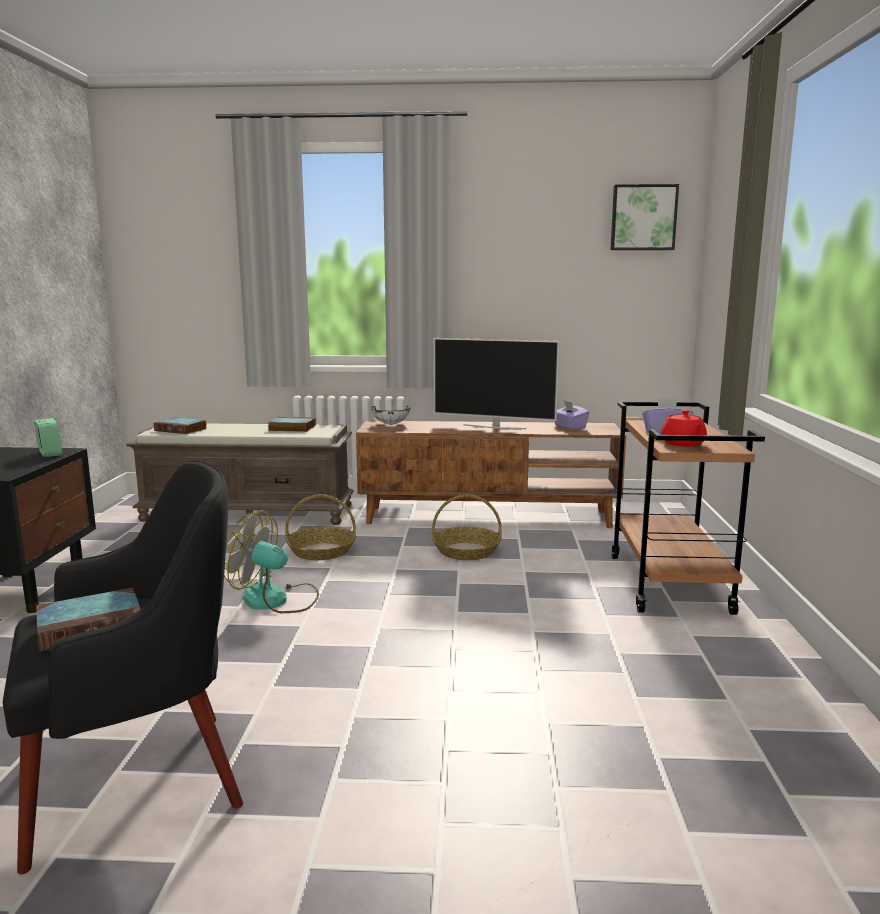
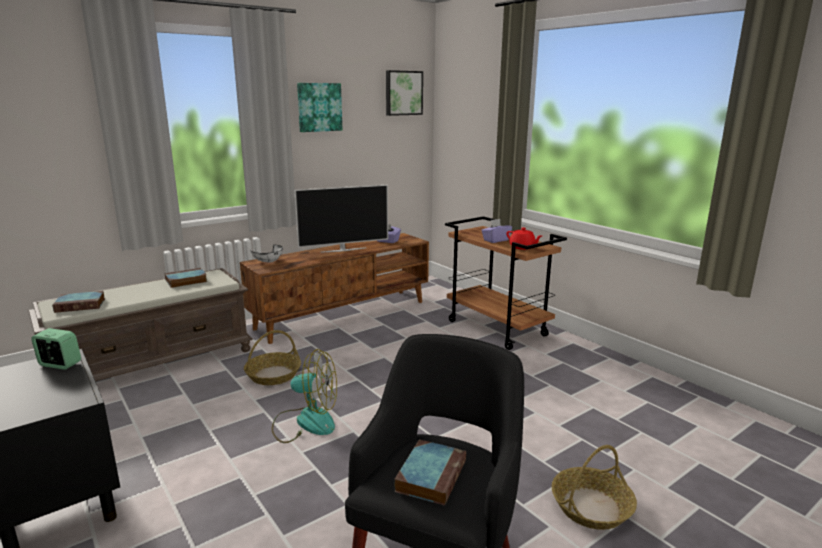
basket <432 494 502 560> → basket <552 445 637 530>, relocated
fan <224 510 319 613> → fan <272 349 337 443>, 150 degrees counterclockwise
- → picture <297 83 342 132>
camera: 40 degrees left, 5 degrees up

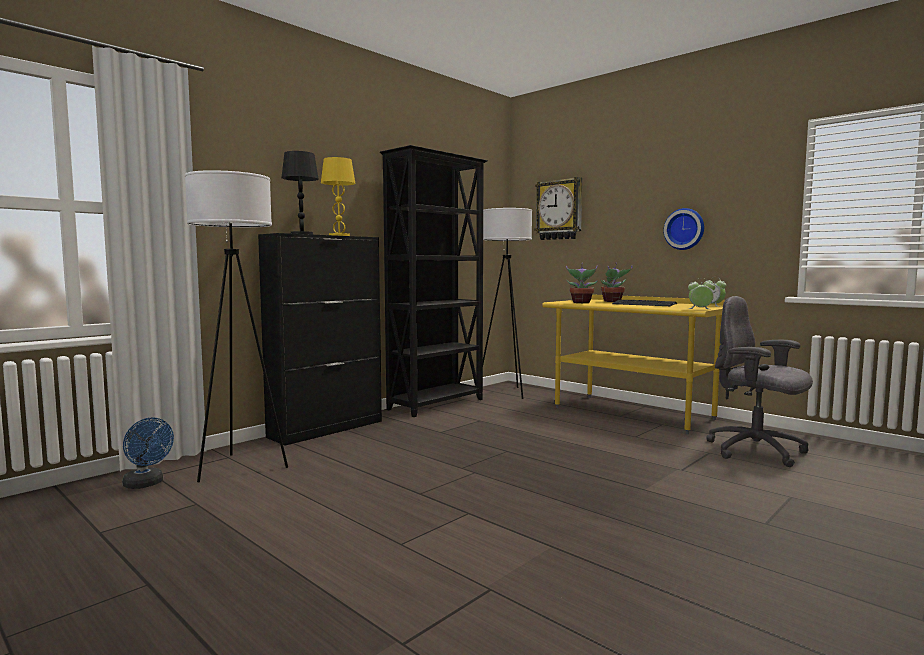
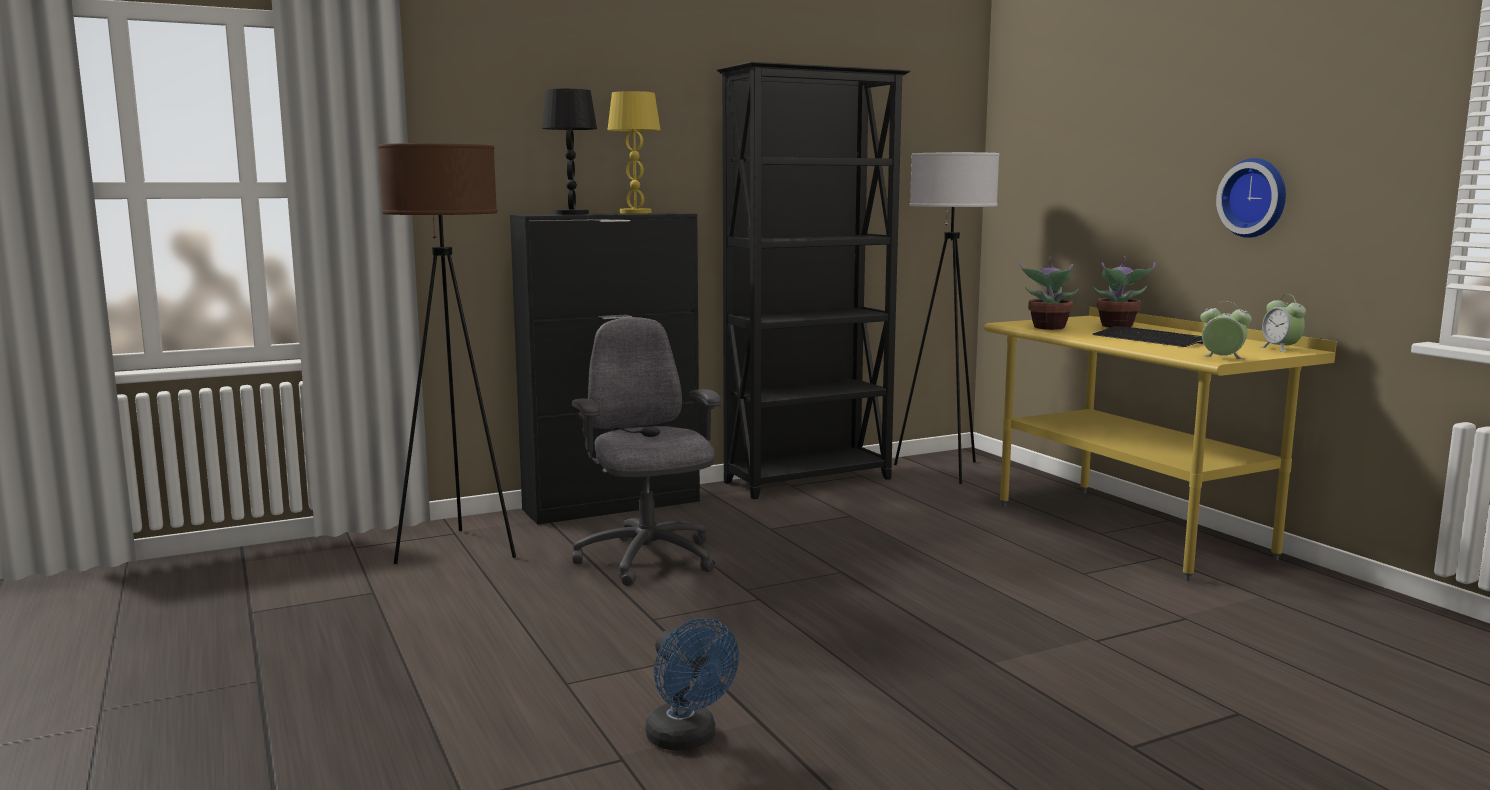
white floor lamp <185 170 288 482> → brown floor lamp <378 143 516 564>
wall clock <535 177 582 240> → -
grey office chair <706 296 813 467> → grey office chair <572 317 721 586>, relocated
blue fan <122 417 174 489> → blue fan <646 618 739 750>, relocated
camera: 20 degrees right, 5 degrees up

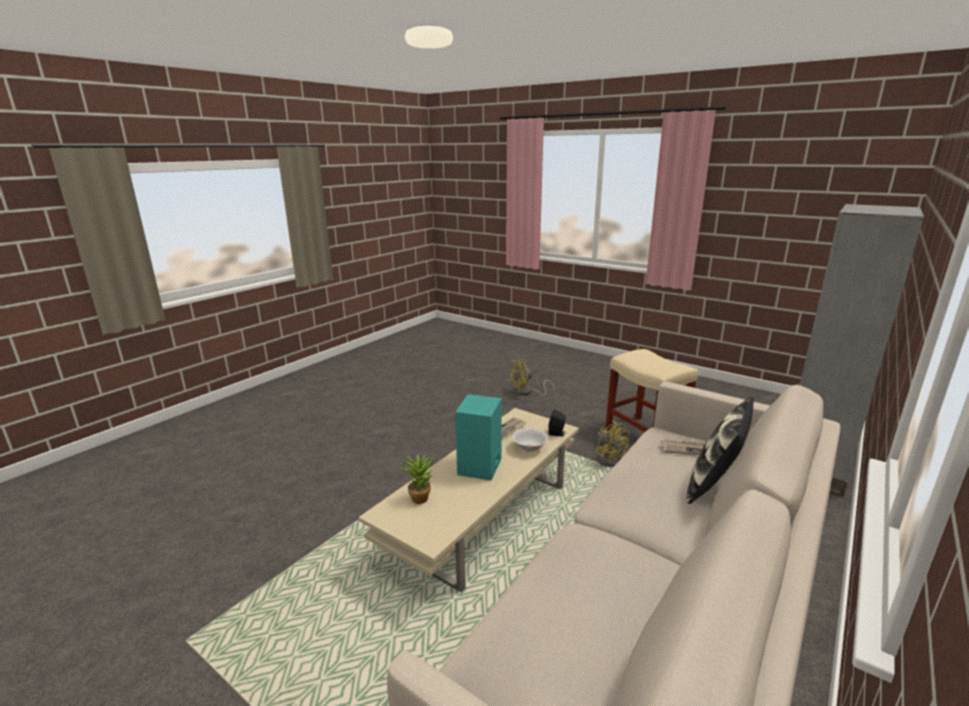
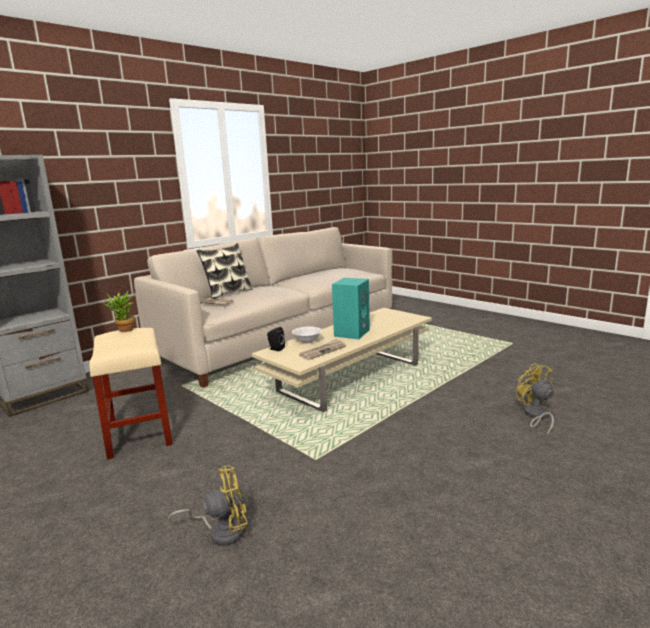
yellow fan <596 421 630 467> → yellow fan <516 363 554 435>, relocated
potted plant <400 455 434 504> → potted plant <102 291 135 332>, relocated
camera: 170 degrees left, 5 degrees down

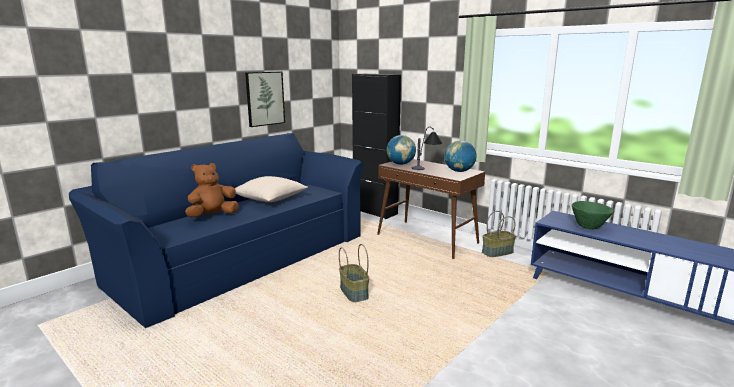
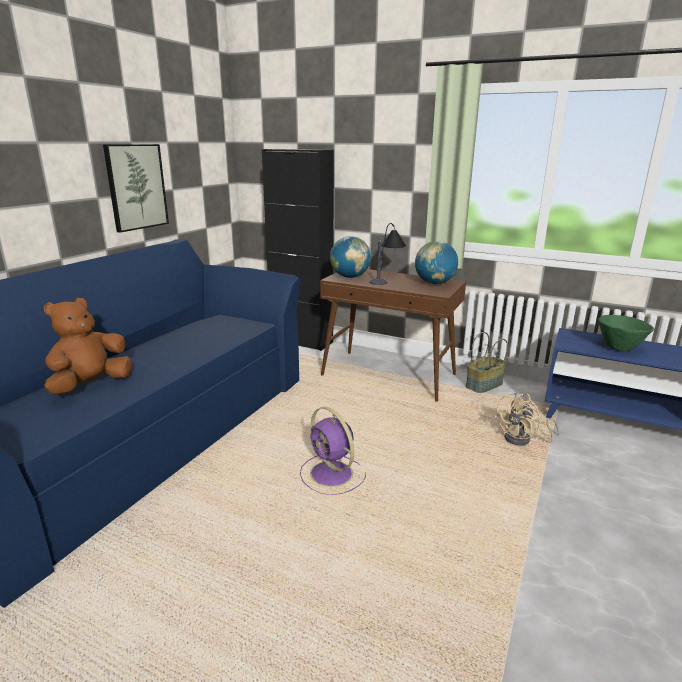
beige pillow <235 176 308 202> → -
basket <339 244 369 302> → purple fan <300 407 366 495>
- → beige fan <494 393 559 446>
camera: 15 degrees left, 5 degrees up

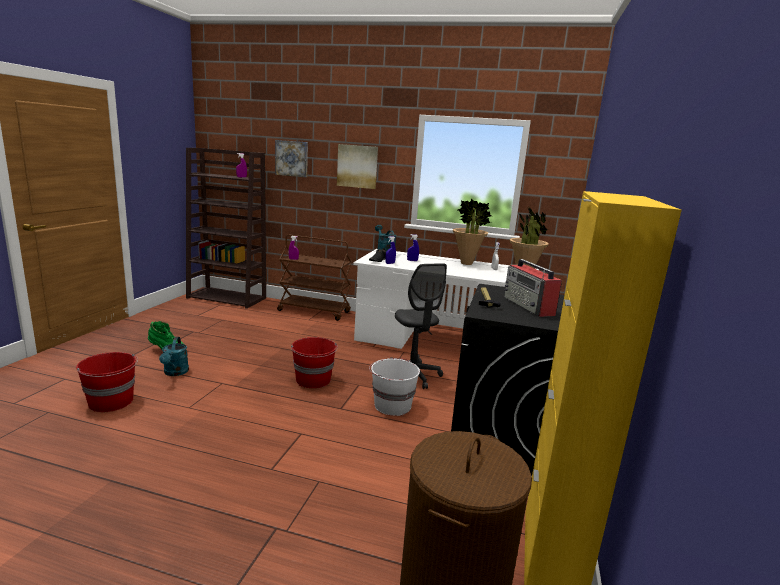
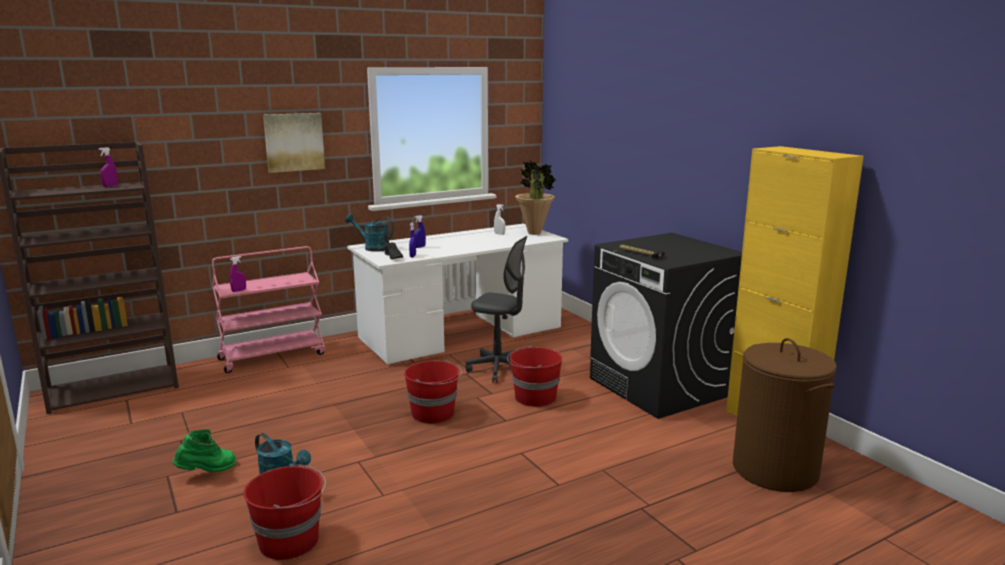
picture <275 140 308 177> → -
potted plant <453 199 491 265> → -
brown cart <277 235 352 321> → pink cart <212 246 325 373>
radio <504 259 562 317> → -
white bucket <369 358 420 416> → red bucket <507 346 562 407>
camera: 45 degrees left, 0 degrees up

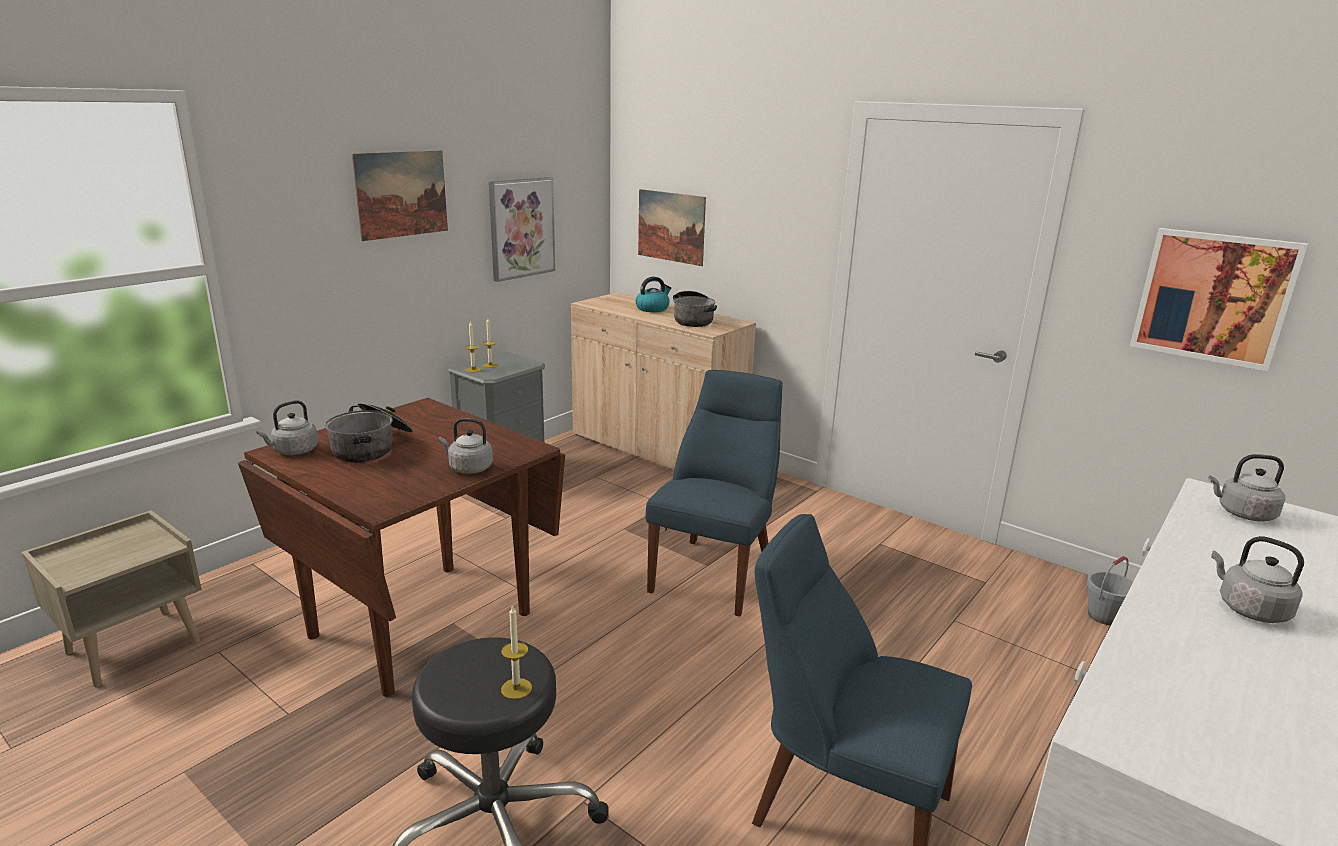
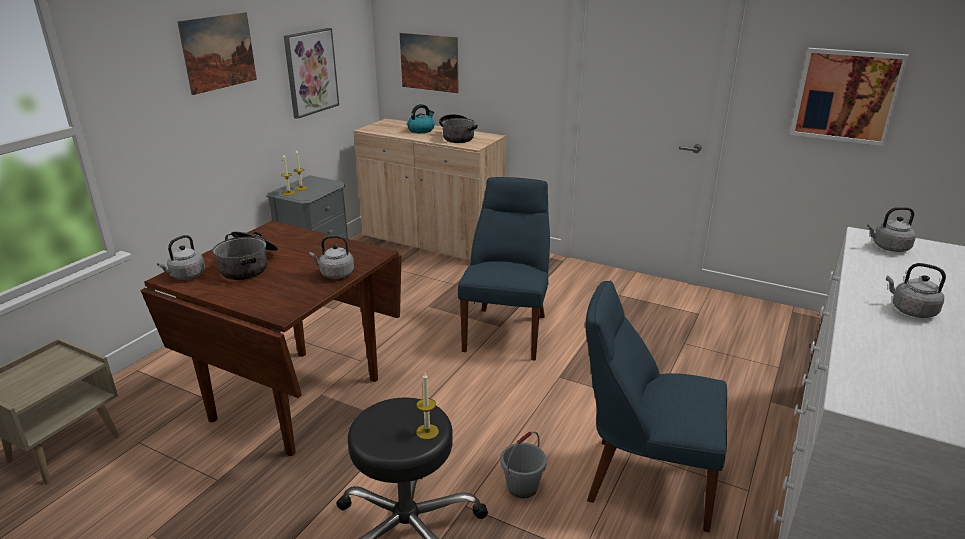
grey bucket <1087 556 1133 625> → grey bucket <501 431 547 498>, relocated
camera: 10 degrees left, 5 degrees up

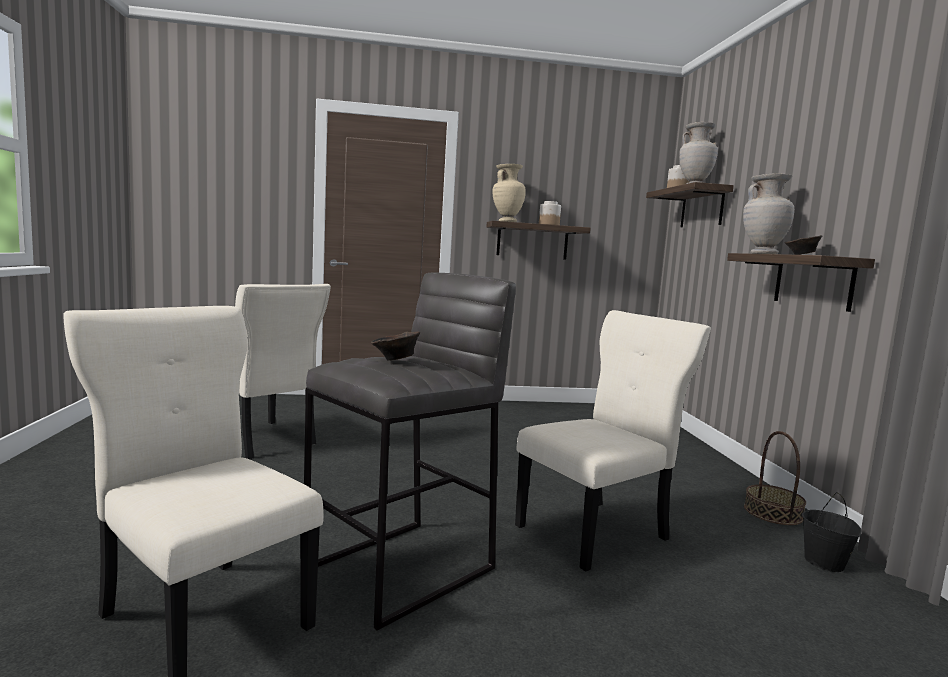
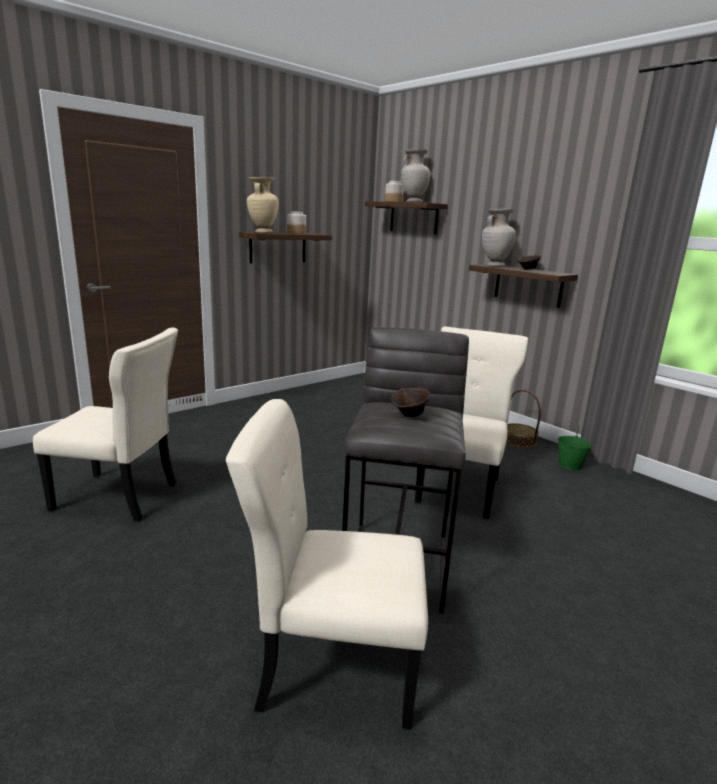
black bucket <802 492 861 572> → green bucket <558 425 592 471>
camera: 35 degrees left, 10 degrees up

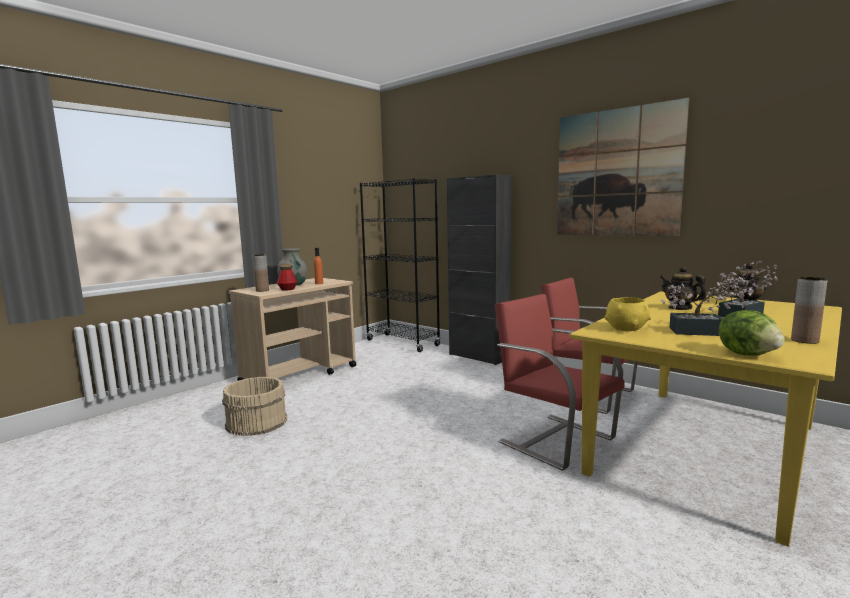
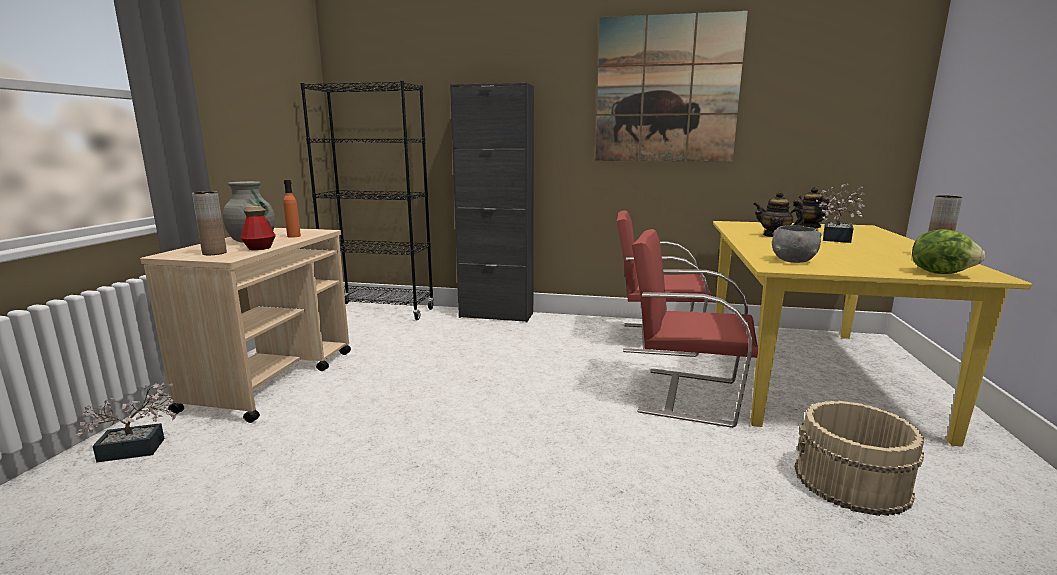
potted plant <660 272 747 336> → potted plant <75 383 176 463>, relocated
yellow bowl <604 297 651 331> → grey bowl <772 225 821 263>
beige bucket <222 377 287 436> → beige bucket <795 401 924 516>, relocated
camera: 30 degrees left, 5 degrees up

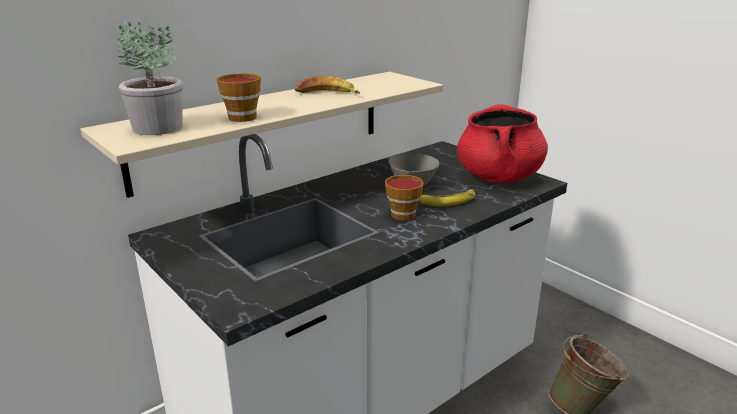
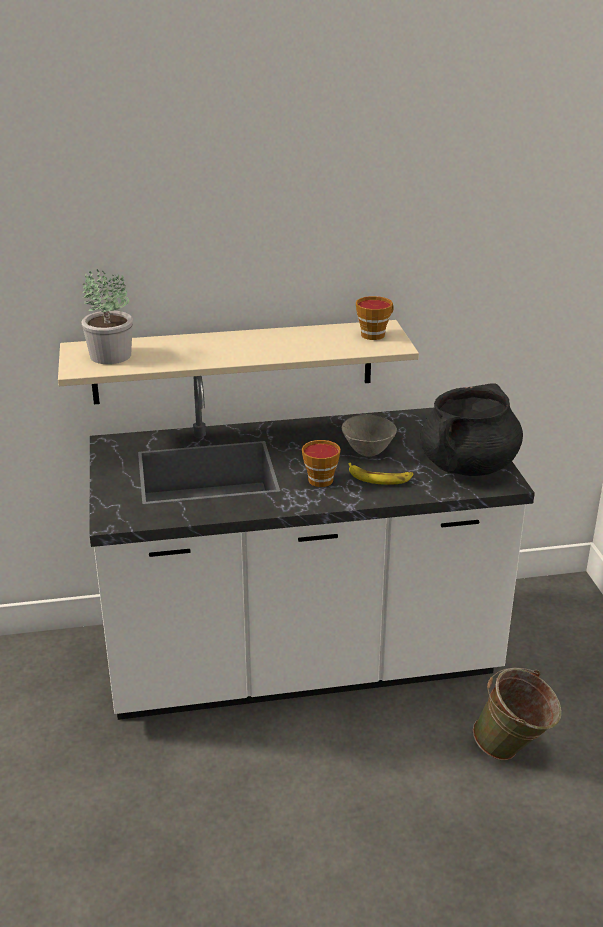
cup <217 73 261 122> → cup <356 296 394 340>, relocated
banana <295 76 360 94> → -
red cooking pot <457 104 548 183> → black cooking pot <421 384 523 476>
camera: 30 degrees right, 5 degrees up

